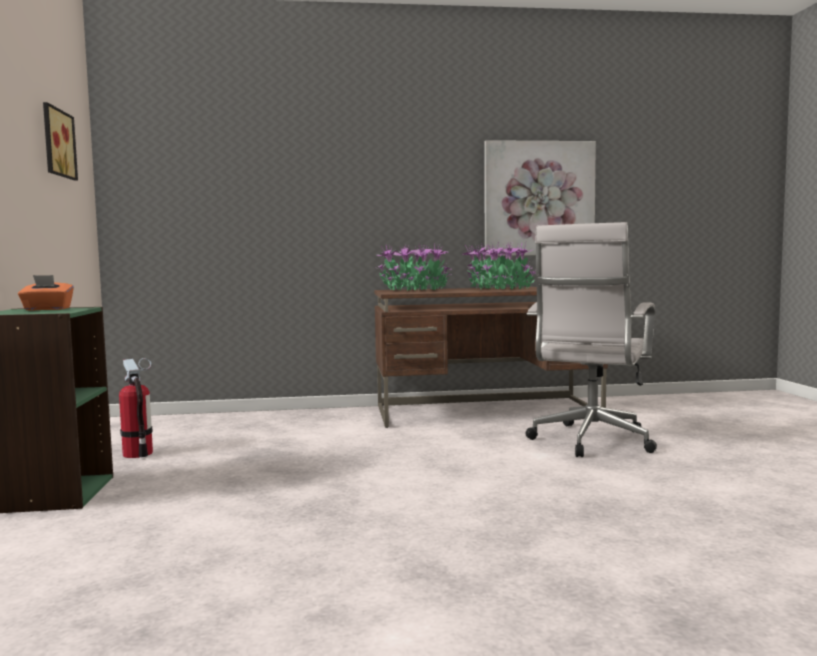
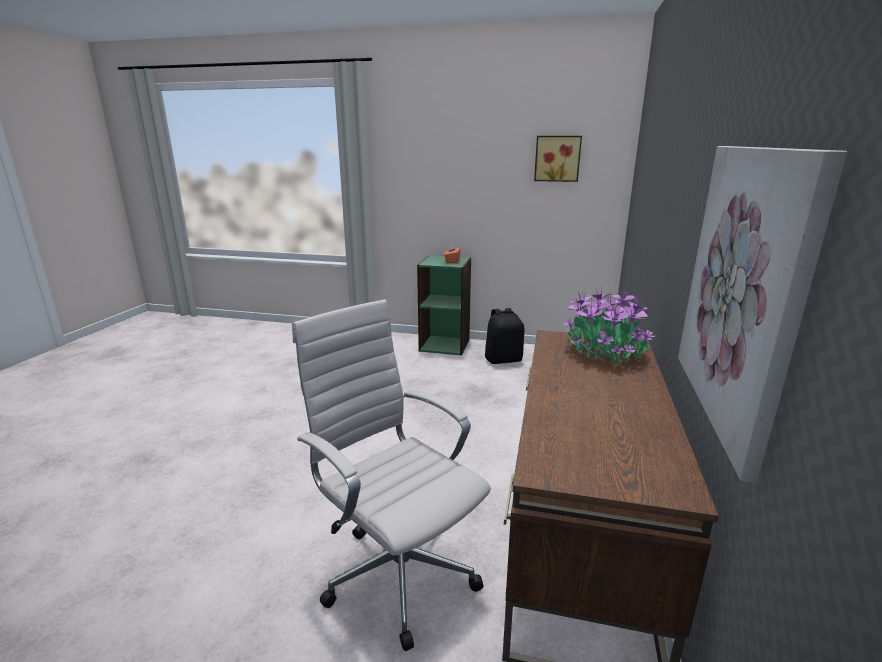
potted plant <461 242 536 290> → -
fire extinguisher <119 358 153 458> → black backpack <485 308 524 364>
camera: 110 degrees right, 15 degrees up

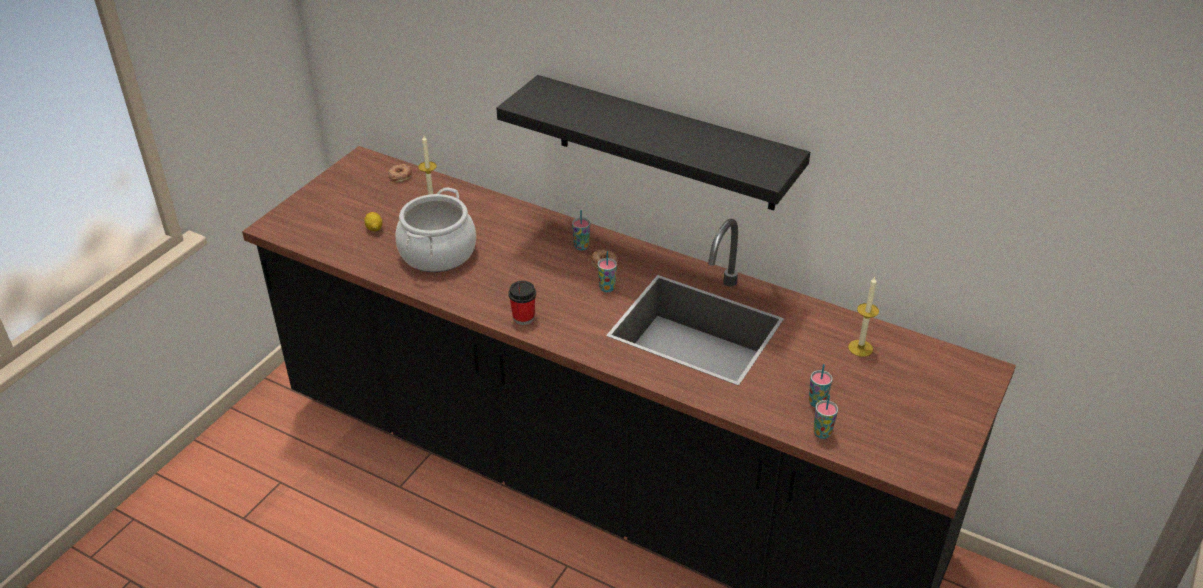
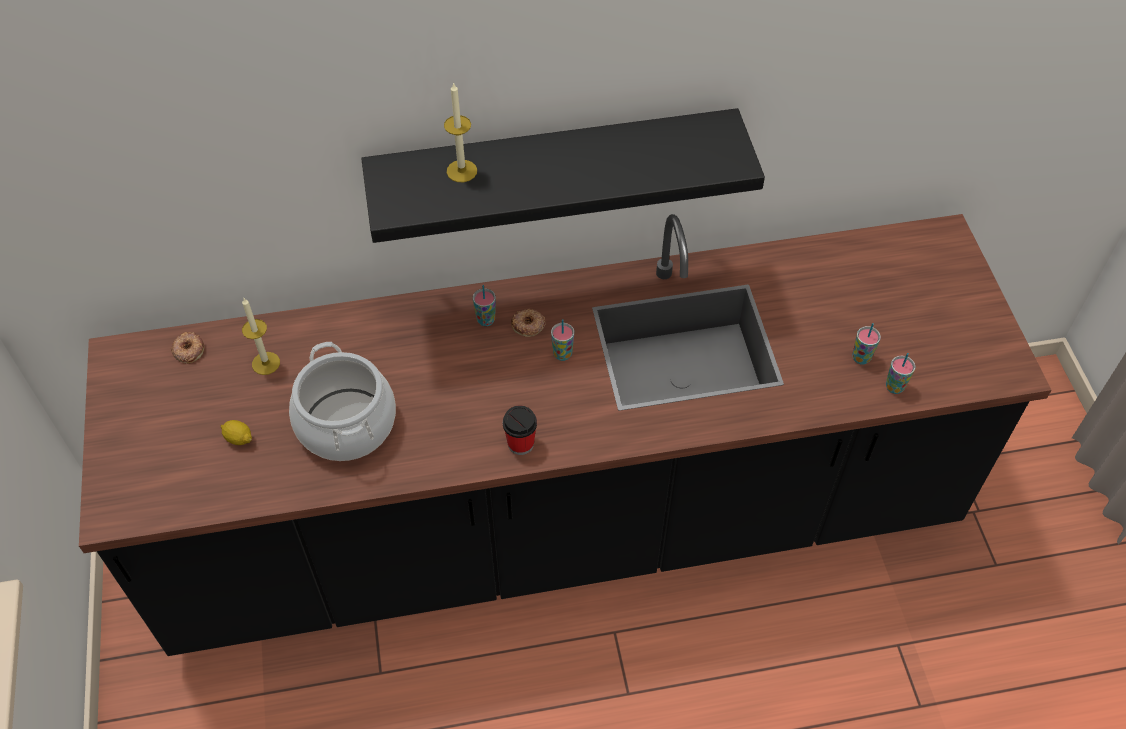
candle <848 277 879 357> → candle <444 82 477 182>, relocated
camera: 40 degrees left, 15 degrees up

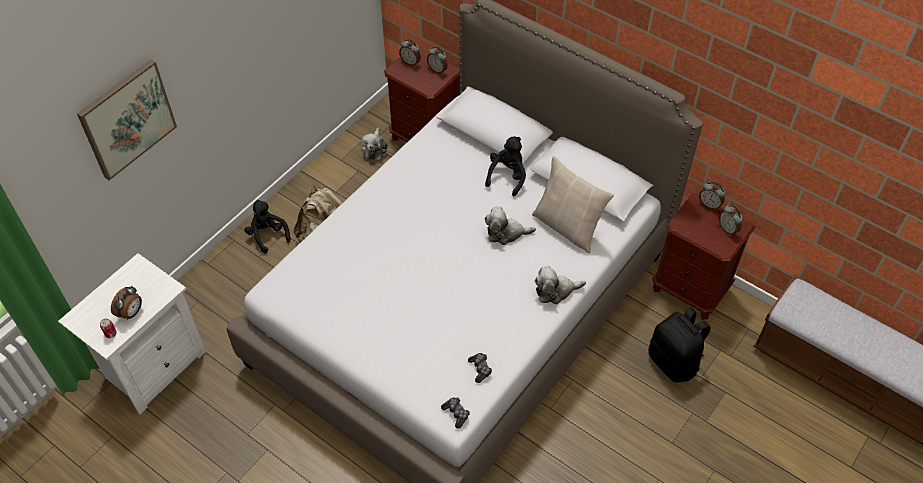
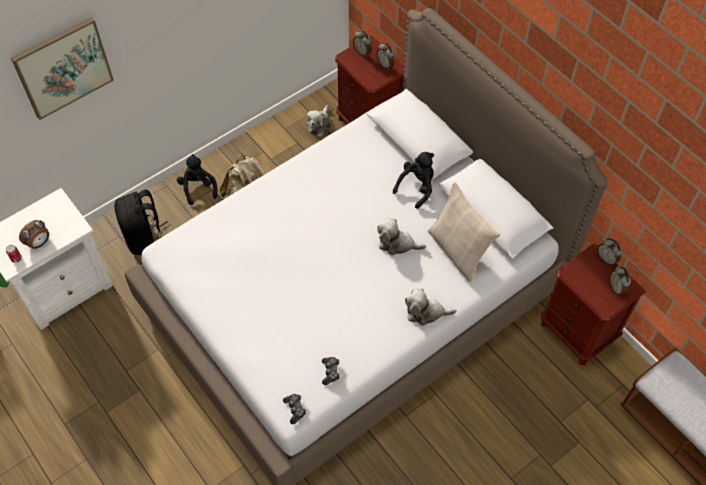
black backpack <648 307 711 383> → black backpack <114 190 168 255>, relocated
camera: 15 degrees right, 5 degrees up

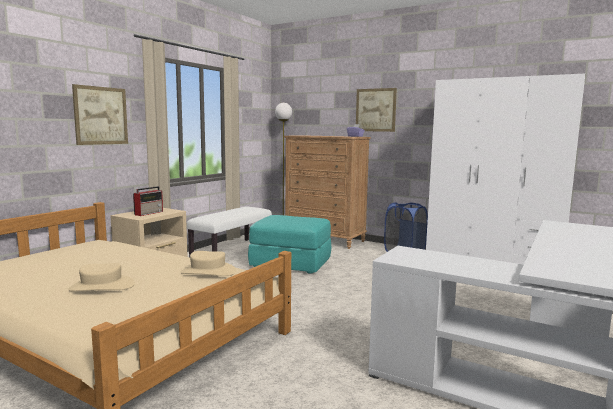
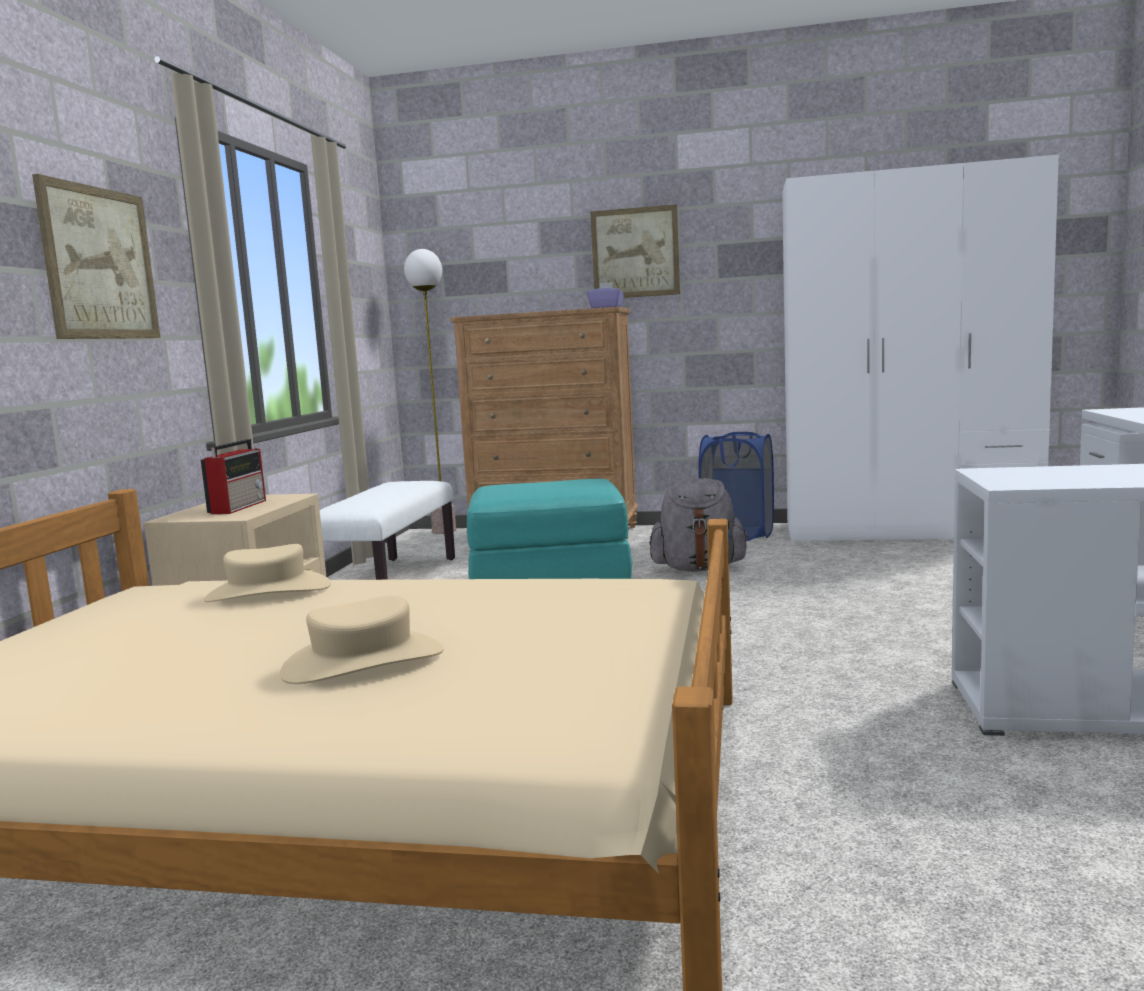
beige hat <181 251 236 276> → beige hat <204 544 331 602>, relocated
- → grey backpack <649 478 749 572>
camera: 20 degrees left, 0 degrees up

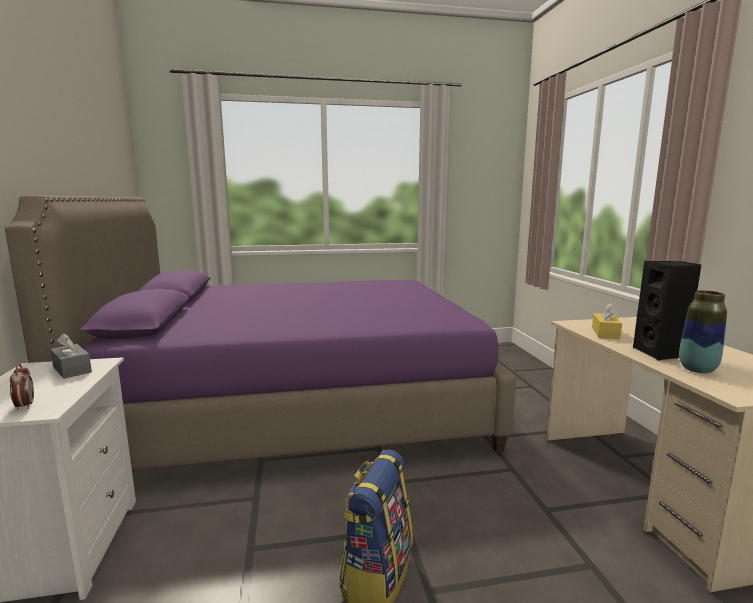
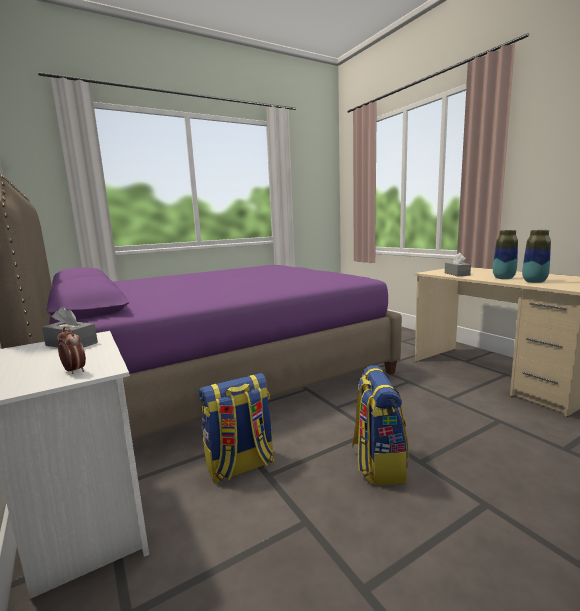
black speaker <633 261 701 360> → vase <493 230 518 279>
yellow tissue box <592 303 622 339> → grey tissue box <445 253 471 276>
- → backpack <199 373 275 484>
camera: 20 degrees left, 0 degrees up

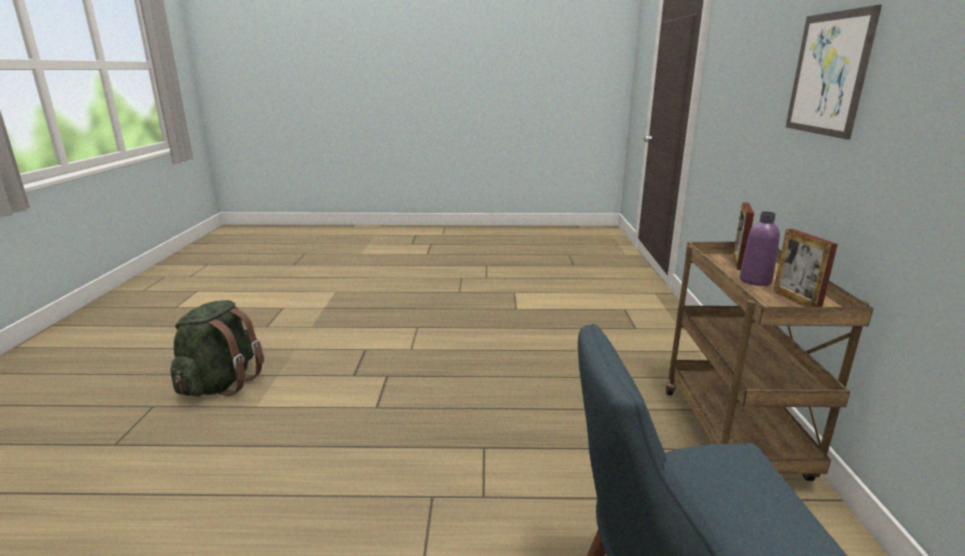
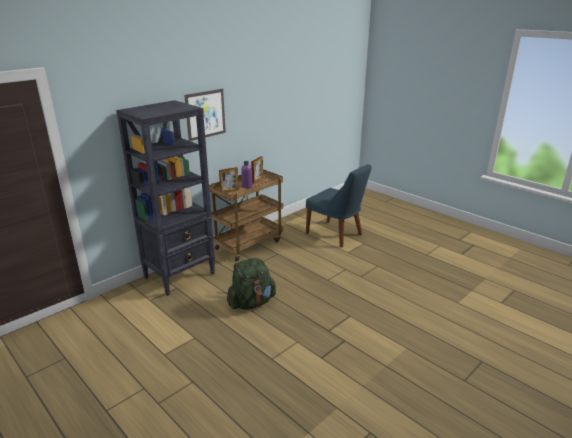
green backpack <170 300 264 397> → green backpack <227 258 276 310>, relocated
- → black bookcase <117 100 215 296>
camera: 135 degrees left, 5 degrees up

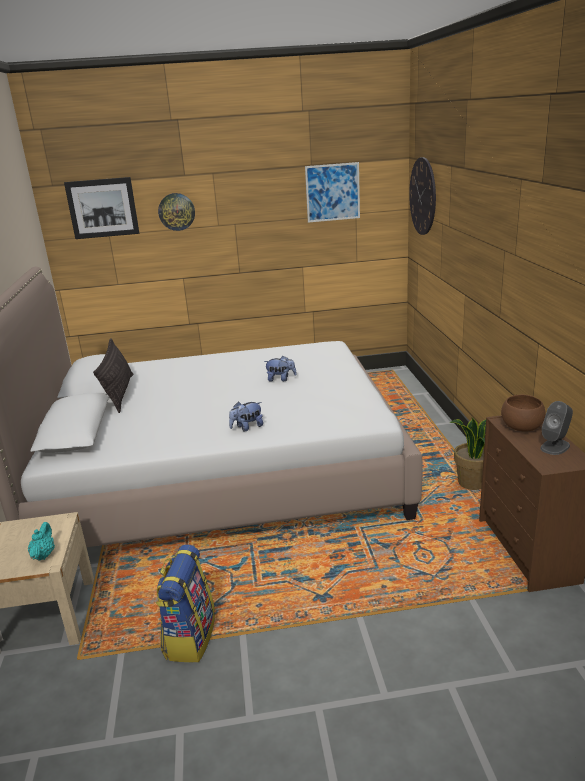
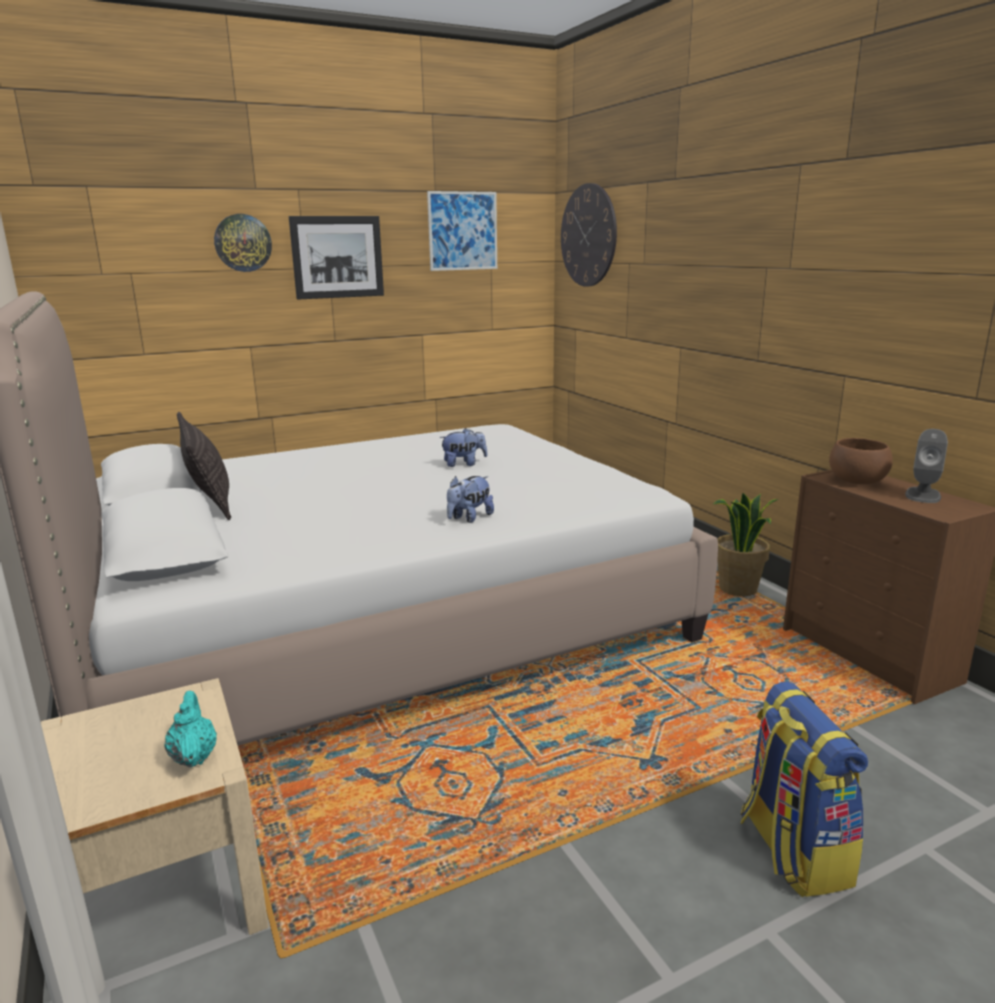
picture <64 177 139 239> → picture <289 216 384 300>, relocated
backpack <155 544 215 662> → backpack <740 681 868 897>, relocated
camera: 20 degrees left, 5 degrees down

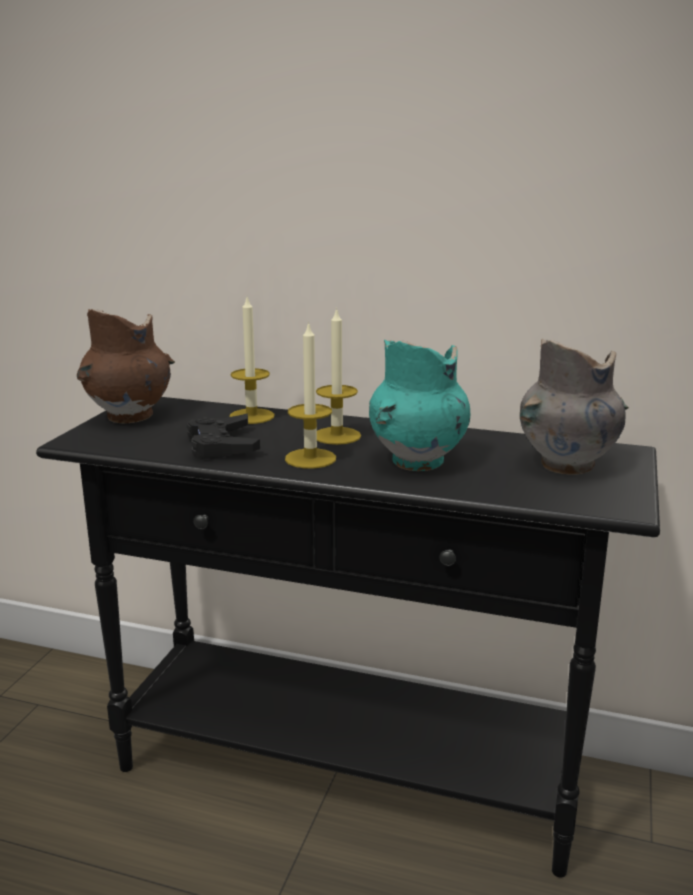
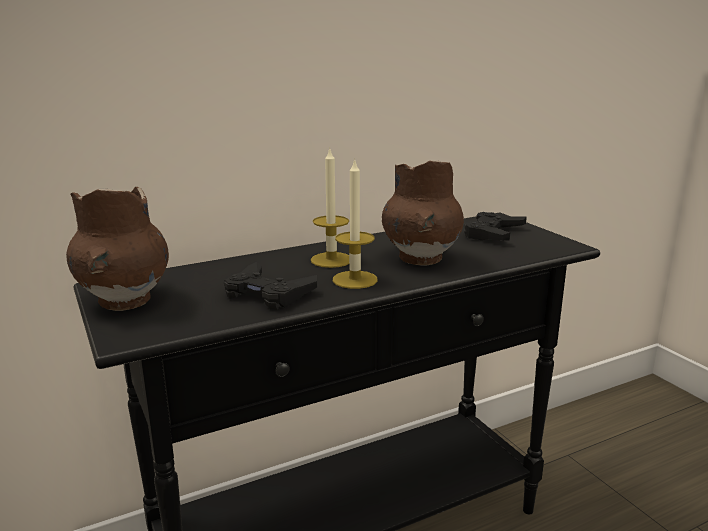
candle <229 297 274 424> → -
grey vase <520 339 629 475> → black game controller <464 212 527 241>
turquoise vase <369 340 470 471> → brown vase <382 160 464 266>
camera: 45 degrees left, 0 degrees up

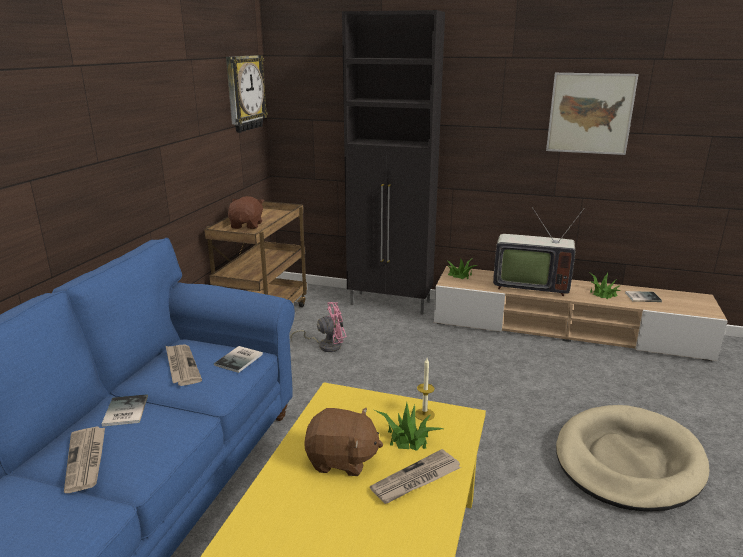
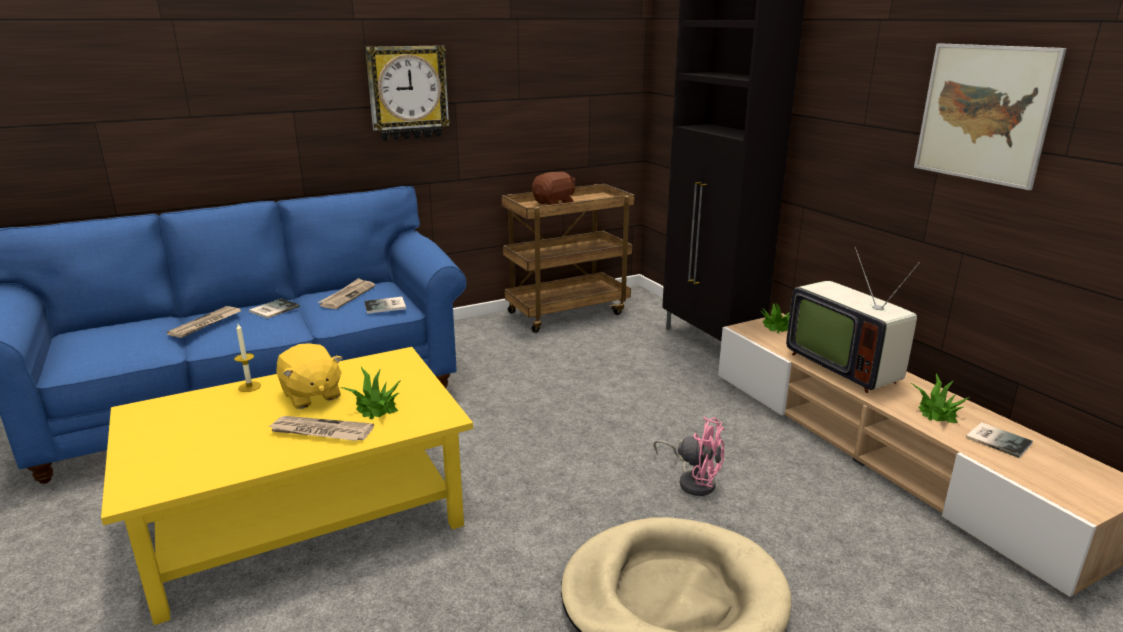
wall clock <226 55 268 133> → wall clock <365 45 450 141>, relocated
pink fan <290 302 346 352> → pink fan <653 417 725 496>, relocated
candle <415 358 435 421> → candle <234 324 261 392>, relocated
brown plush toy <304 408 383 476> → yellow plush toy <276 343 342 409>
camera: 45 degrees right, 0 degrees up

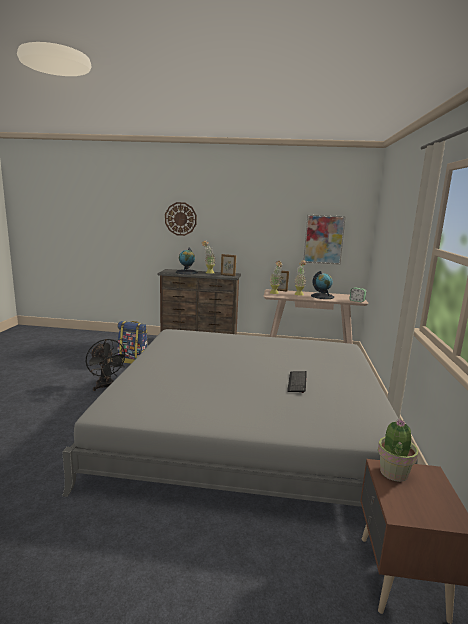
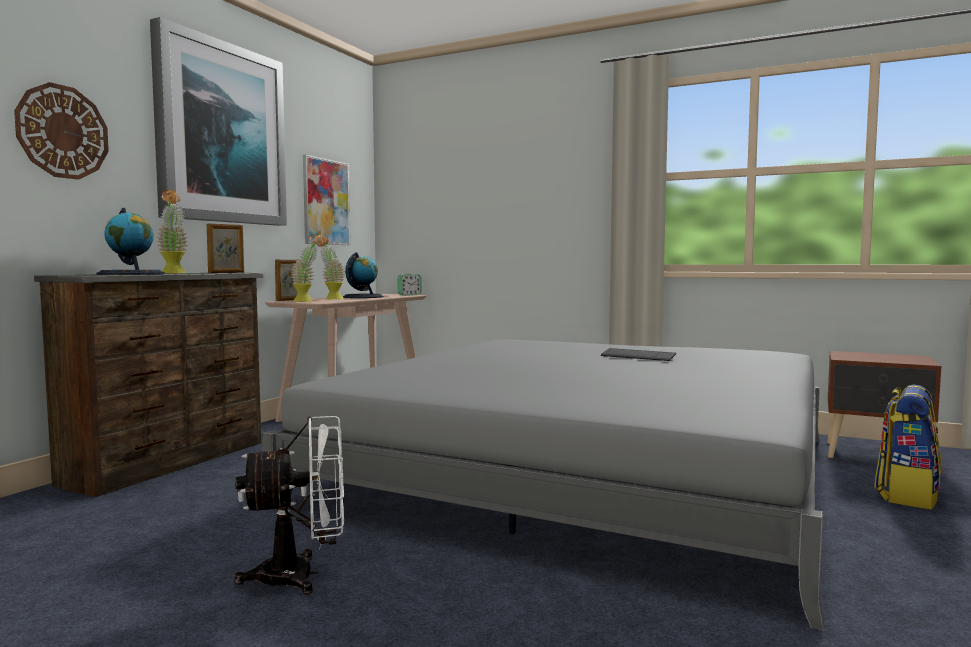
backpack <117 321 147 364> → backpack <874 385 941 509>, relocated
black fan <86 339 128 391> → white fan <234 416 344 595>
potted plant <378 420 419 482> → -
- → picture <150 17 287 226>
camera: 70 degrees left, 10 degrees down

